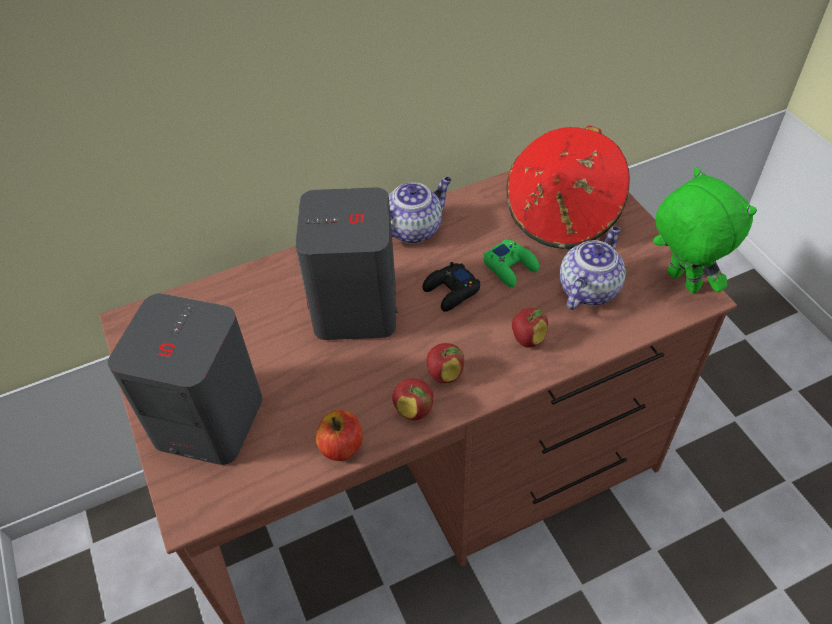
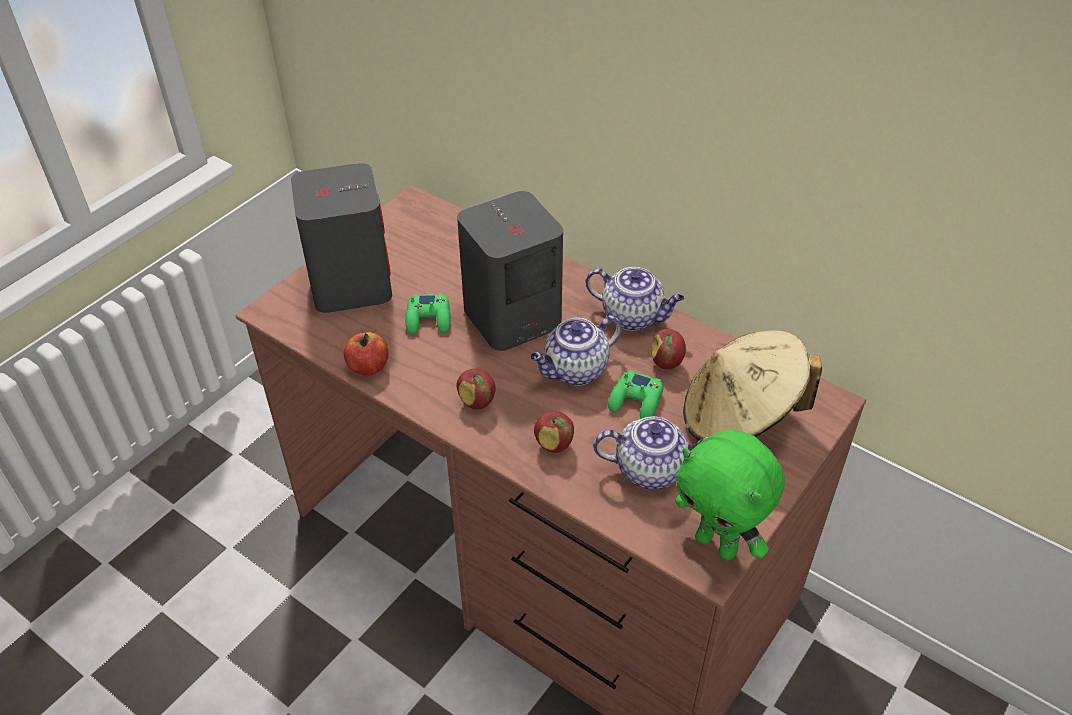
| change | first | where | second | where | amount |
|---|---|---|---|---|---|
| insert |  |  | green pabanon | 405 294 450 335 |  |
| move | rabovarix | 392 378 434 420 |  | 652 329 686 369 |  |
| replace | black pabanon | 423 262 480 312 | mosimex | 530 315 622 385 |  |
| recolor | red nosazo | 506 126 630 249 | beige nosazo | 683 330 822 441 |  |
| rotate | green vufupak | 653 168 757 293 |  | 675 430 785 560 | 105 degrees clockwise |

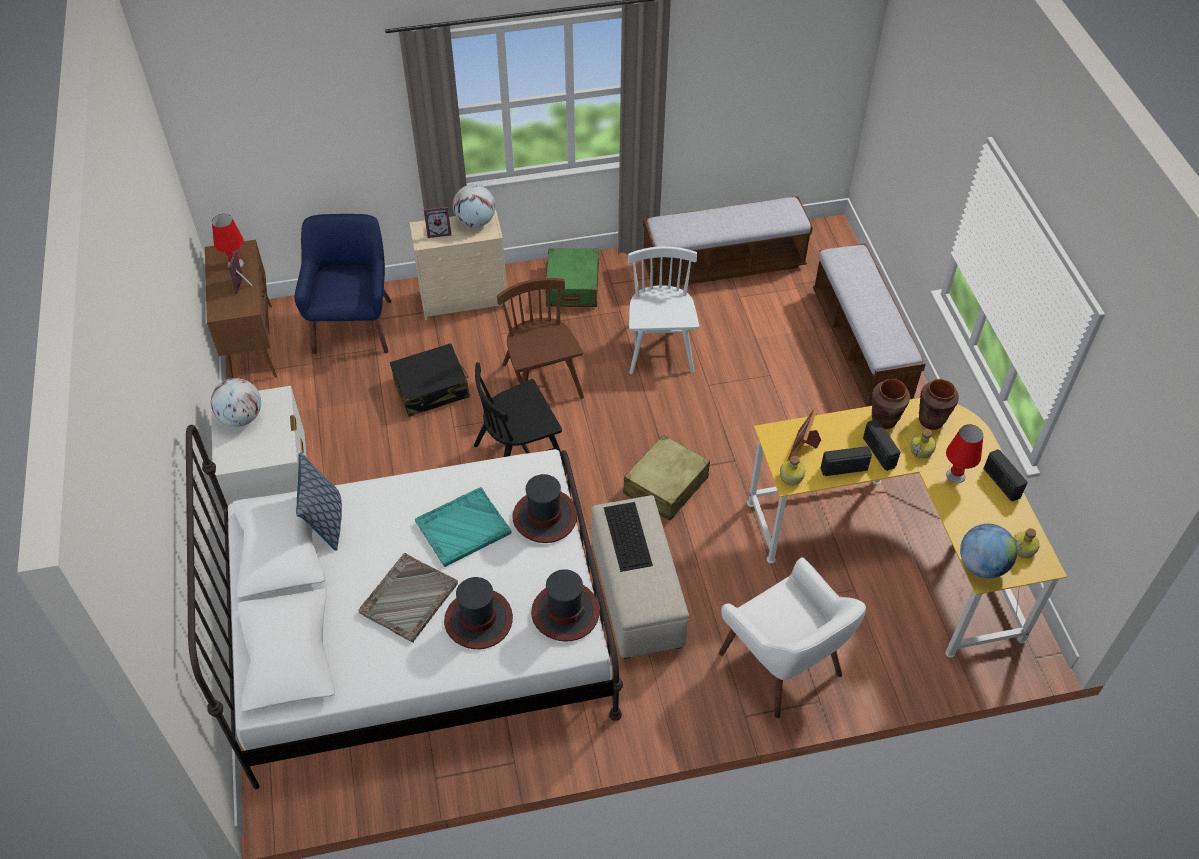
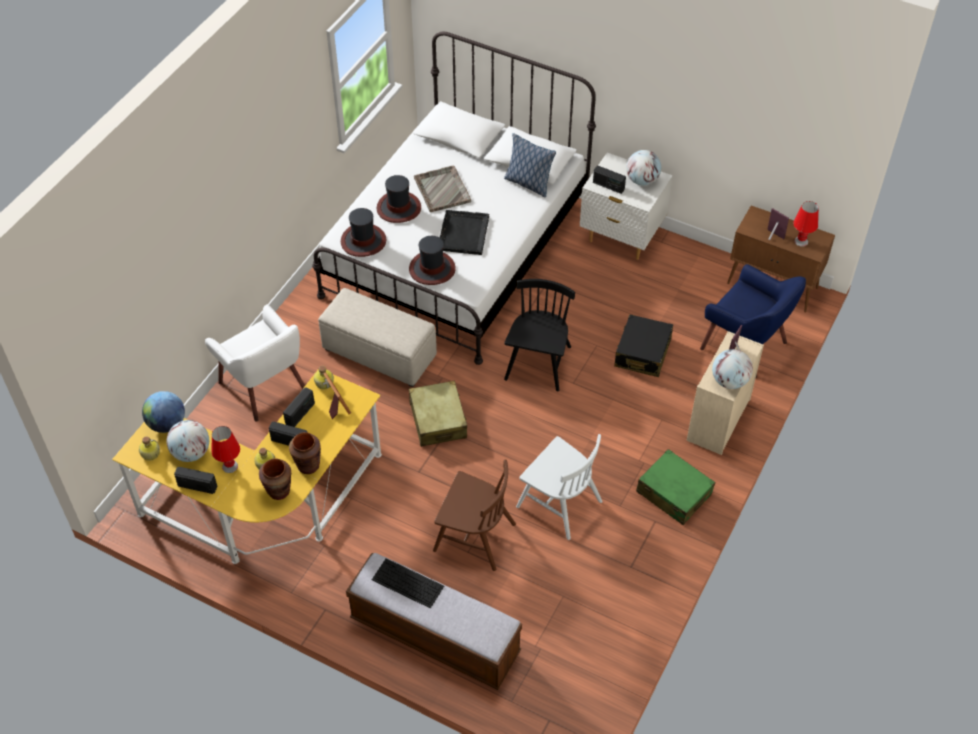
| change | first | where | second | where | amount |
|---|---|---|---|---|---|
| delete | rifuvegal | 643 196 813 287 |  |  |  |
| insert |  |  | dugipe | 167 420 209 462 |  |
| insert |  |  | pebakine | 593 166 626 194 |  |
| move | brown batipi | 497 278 584 399 |  | 433 460 516 571 |  |
| move | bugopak | 604 502 653 572 |  | 372 558 444 609 |  |
| recolor | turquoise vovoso | 415 487 511 567 | black vovoso | 440 210 489 255 |  |
| rotate | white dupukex | 719 557 866 718 |  | 205 304 305 422 | 135 degrees counterclockwise |

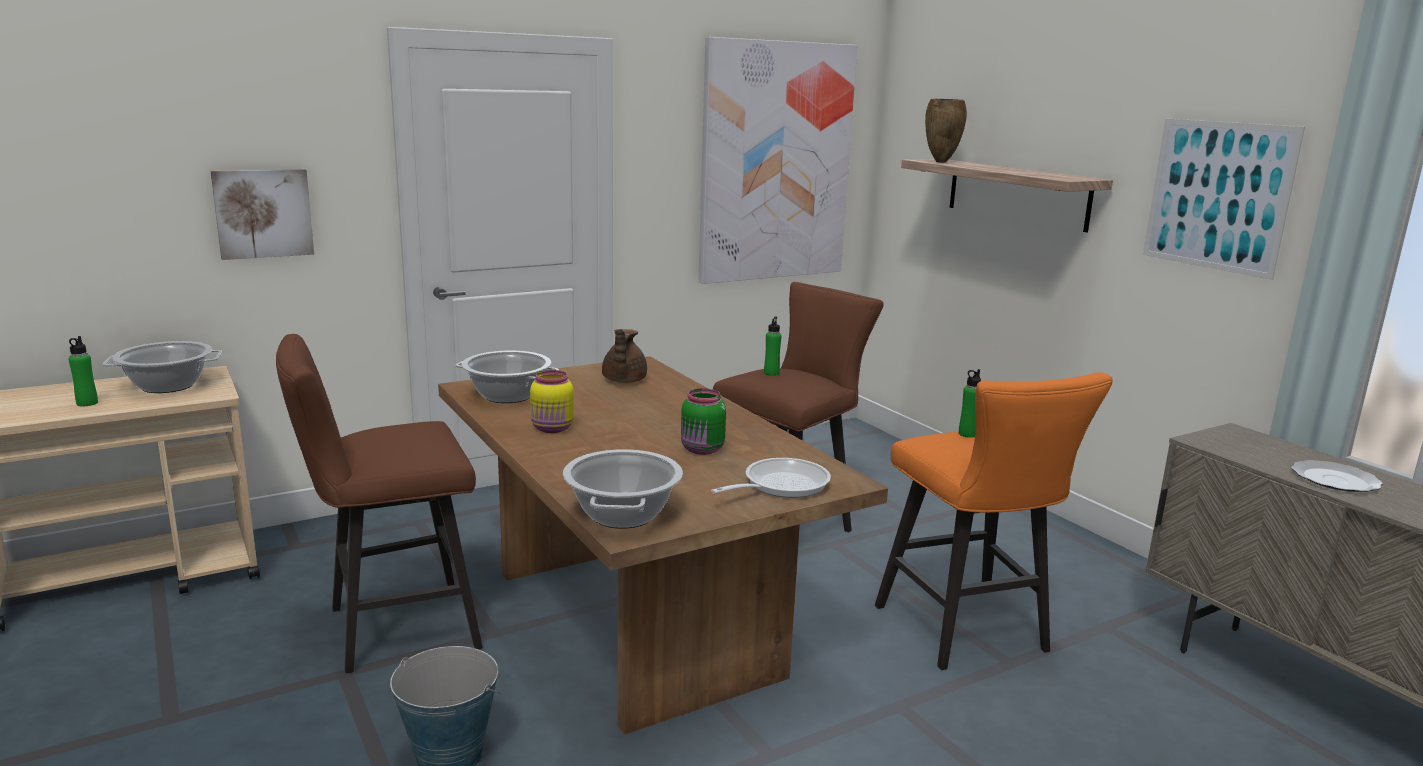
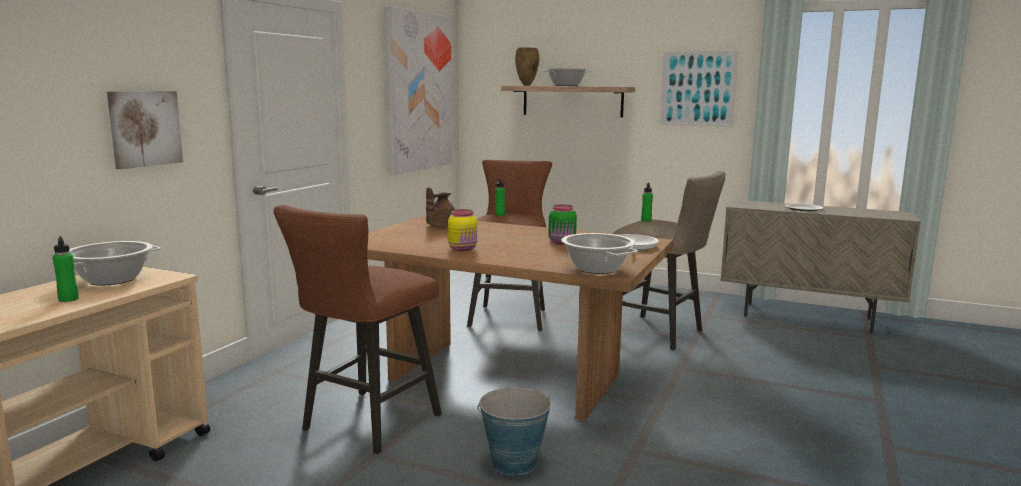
| change | first | where | second | where | amount |
|---|---|---|---|---|---|
| move | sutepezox | 455 351 559 403 |  | 542 68 592 86 |  |
| recolor | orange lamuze | 875 372 1113 670 | beige lamuze | 613 171 726 350 |  |
| rotate | brown mosimex | 602 329 647 383 |  | 426 187 455 227 | 60 degrees clockwise |

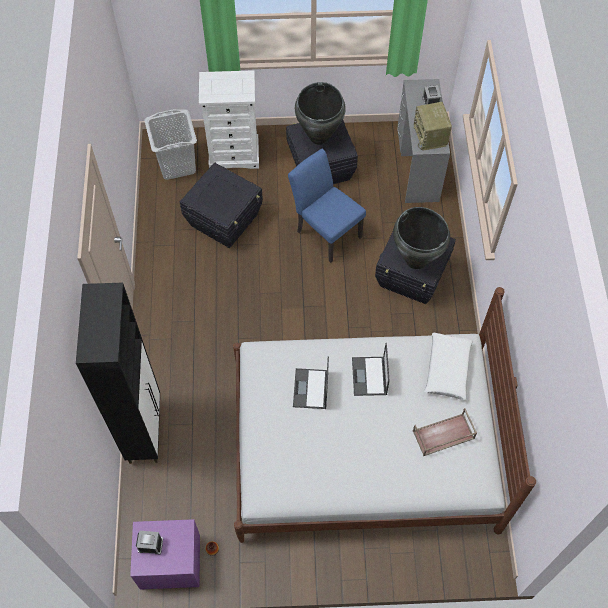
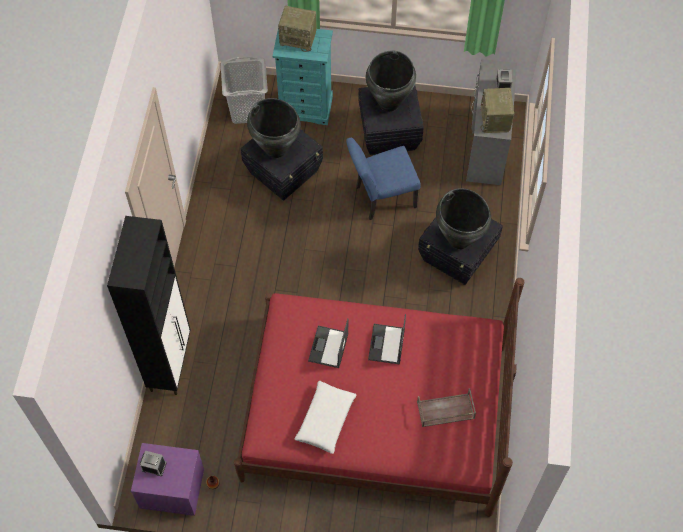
| change | first | where | second | where | amount |
|---|---|---|---|---|---|
| insert |  |  | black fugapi | 247 98 301 158 |  |
| insert |  |  | pebakine | 278 6 317 52 |  |
| move | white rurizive | 424 332 473 400 |  | 294 381 357 454 |  |
| recolor | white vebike | 199 70 259 169 | turquoise vebike | 272 29 333 125 |  |
| recolor | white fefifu | 233 287 536 543 | red fefifu | 234 278 524 517 |  |
| rotate | blue batipi | 288 149 366 263 |  | 346 138 421 220 | 75 degrees counterclockwise |

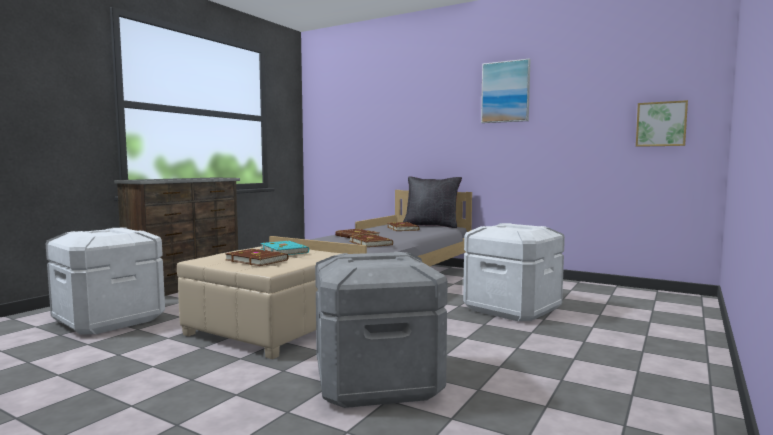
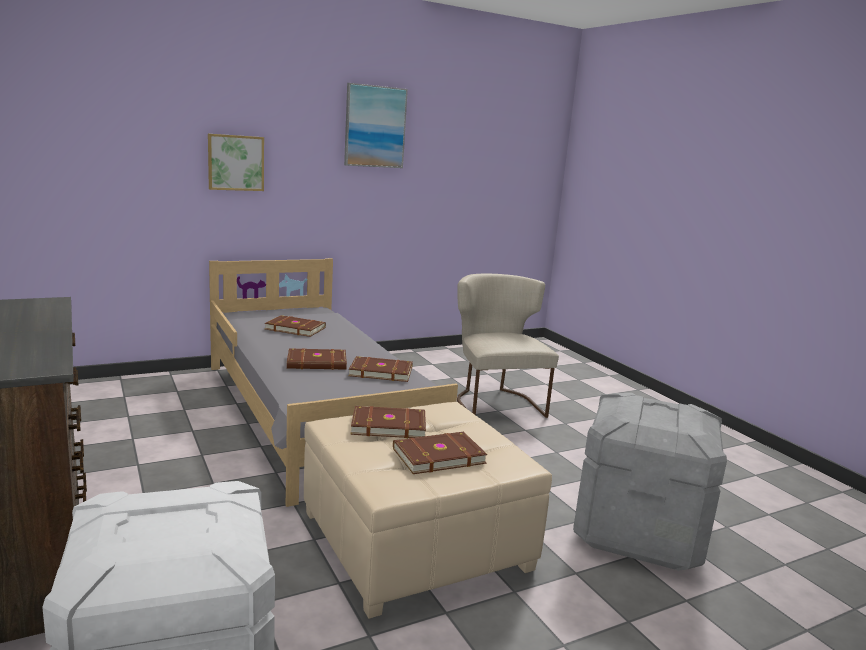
| change | first | where | second | where | amount |
|---|---|---|---|---|---|
| delete | black rurizive | 403 176 462 228 |  |  |  |
| move | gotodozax | 636 100 688 147 |  | 208 134 264 191 |  |
| replace | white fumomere | 463 223 565 321 | beige batipi | 457 274 559 418 |  |
| recolor | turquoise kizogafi | 260 241 309 255 | brown kizogafi | 350 406 426 438 |  |

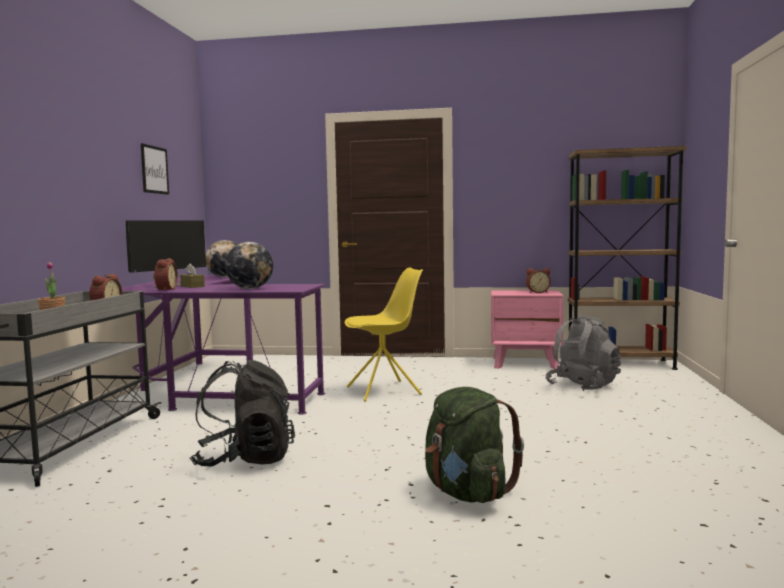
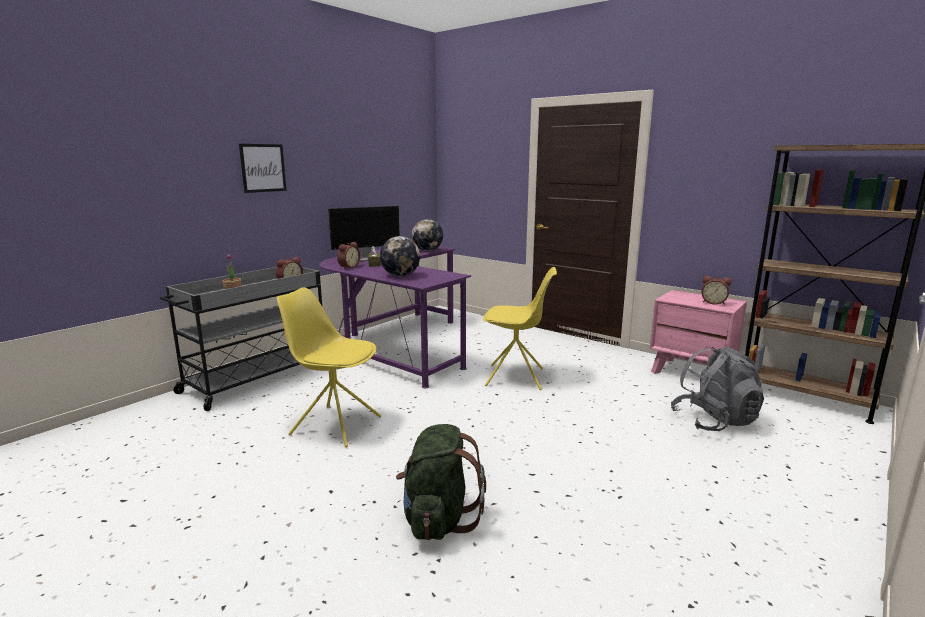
| change | first | where | second | where | amount |
|---|---|---|---|---|---|
| move | gotodozax | 141 143 169 195 |  | 239 144 286 193 |  |
| replace | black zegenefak | 190 360 295 467 | yellow batipi | 277 287 381 447 |  |

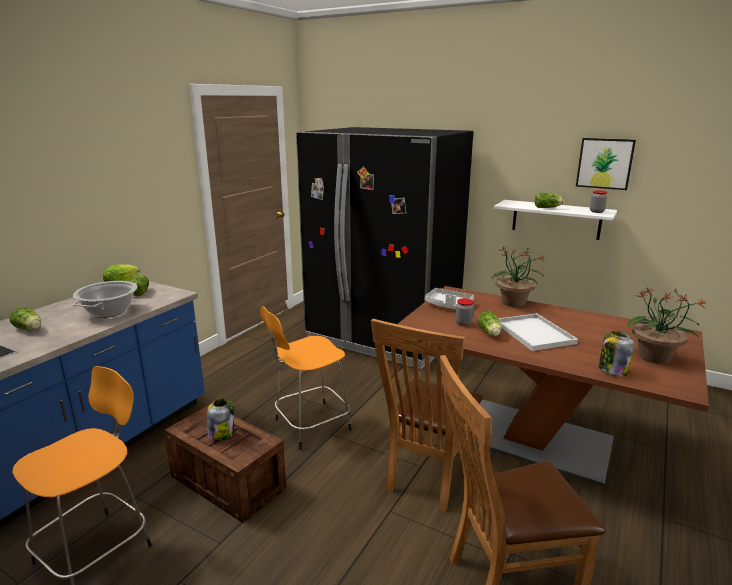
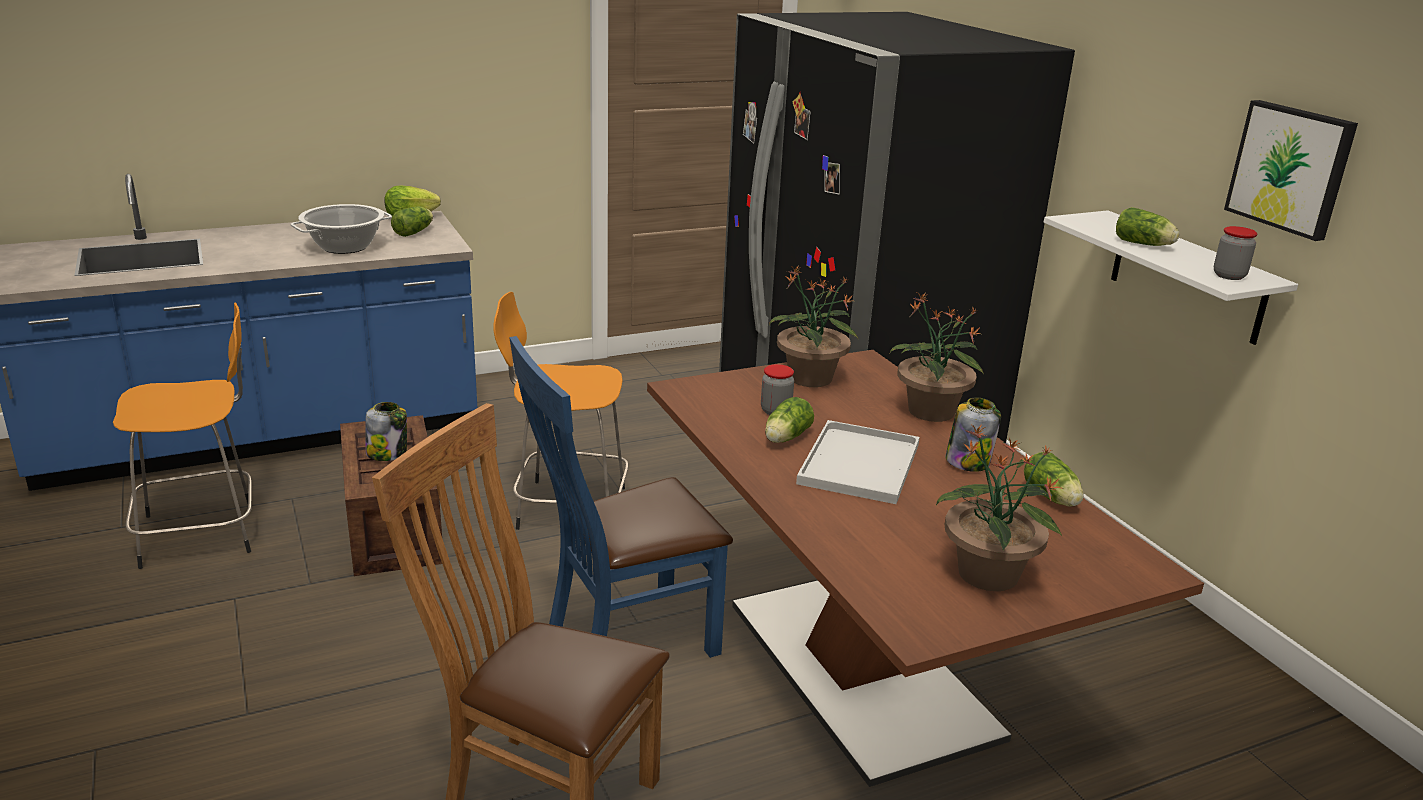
| change | first | where | second | where | amount |
|---|---|---|---|---|---|
| move | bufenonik | 9 307 41 331 |  | 1024 452 1083 506 |  |
| move | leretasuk | 598 331 634 376 |  | 945 398 1001 472 |  |
| replace | grey vovoso | 425 288 474 309 | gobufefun | 769 266 858 387 |  |
| recolor | brown batipi | 371 319 483 512 | blue batipi | 509 336 733 658 |  |

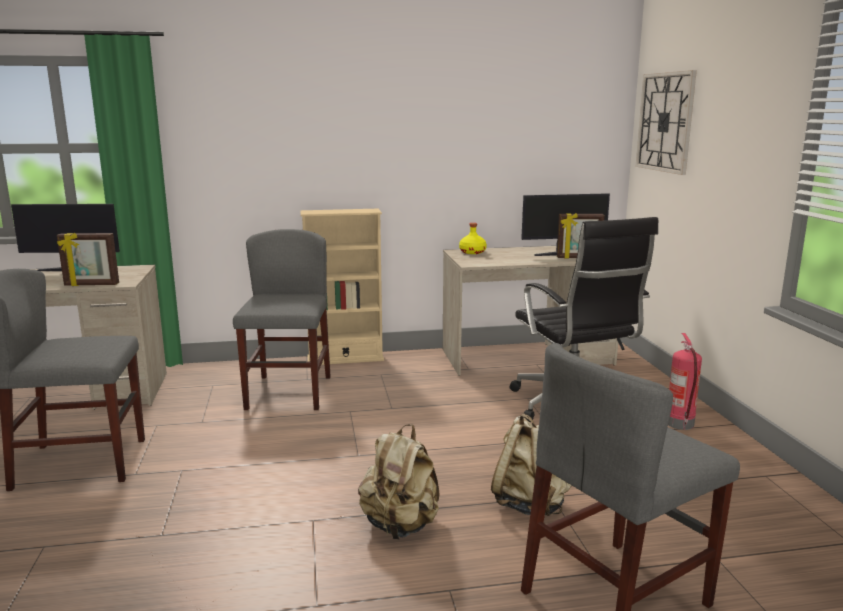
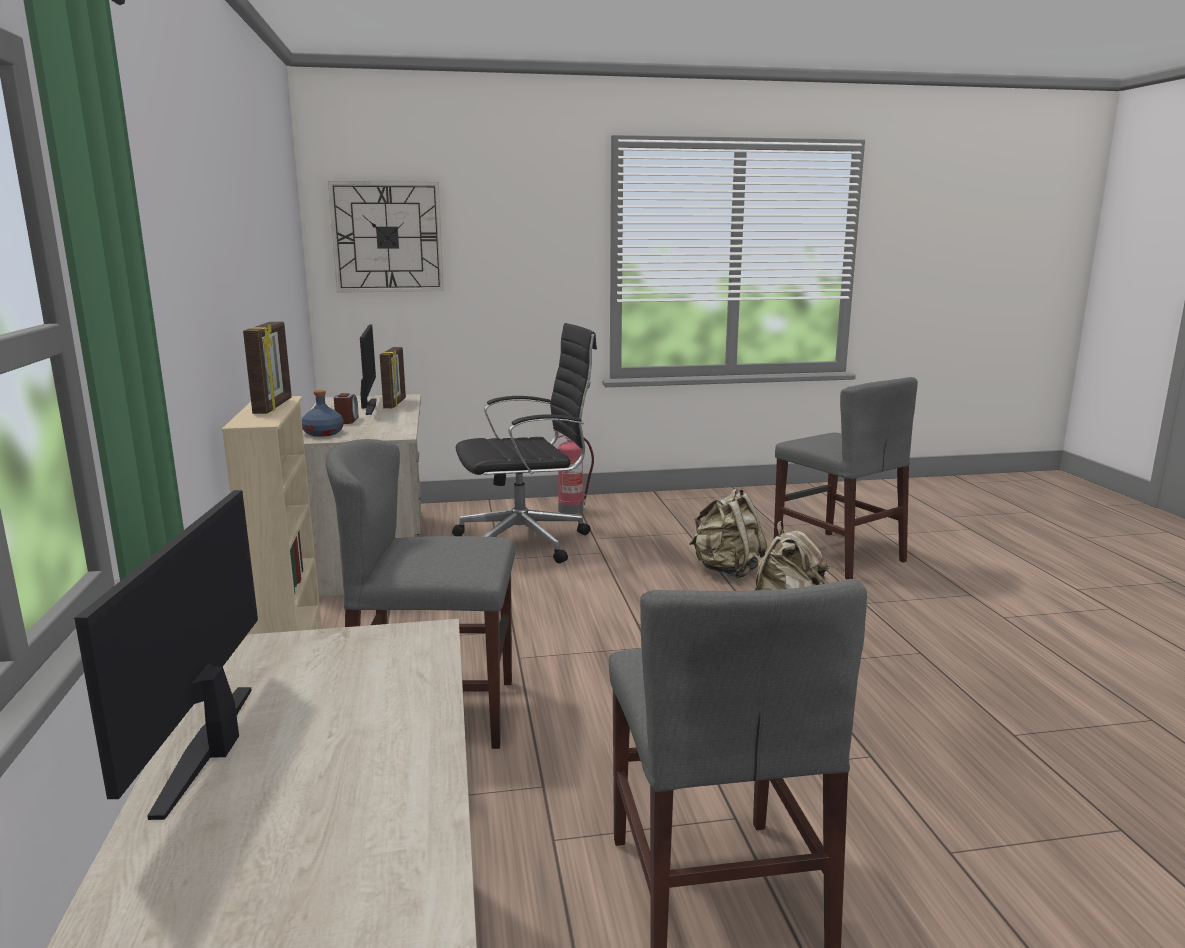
| change | first | where | second | where | amount |
|---|---|---|---|---|---|
| insert |  |  | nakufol | 334 393 359 424 |  |
| move | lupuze | 57 233 119 286 |  | 243 322 292 414 |  |
| recolor | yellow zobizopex | 459 223 487 254 | blue zobizopex | 302 390 344 437 |  |

